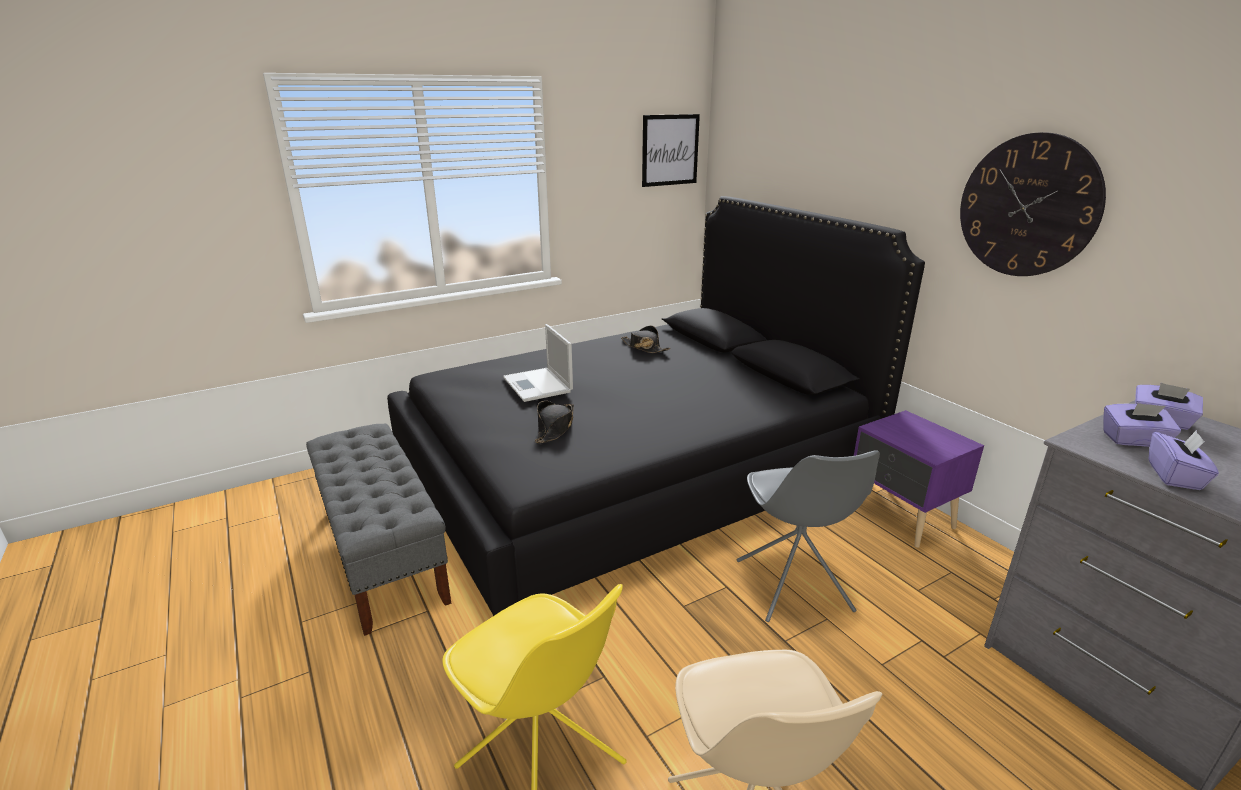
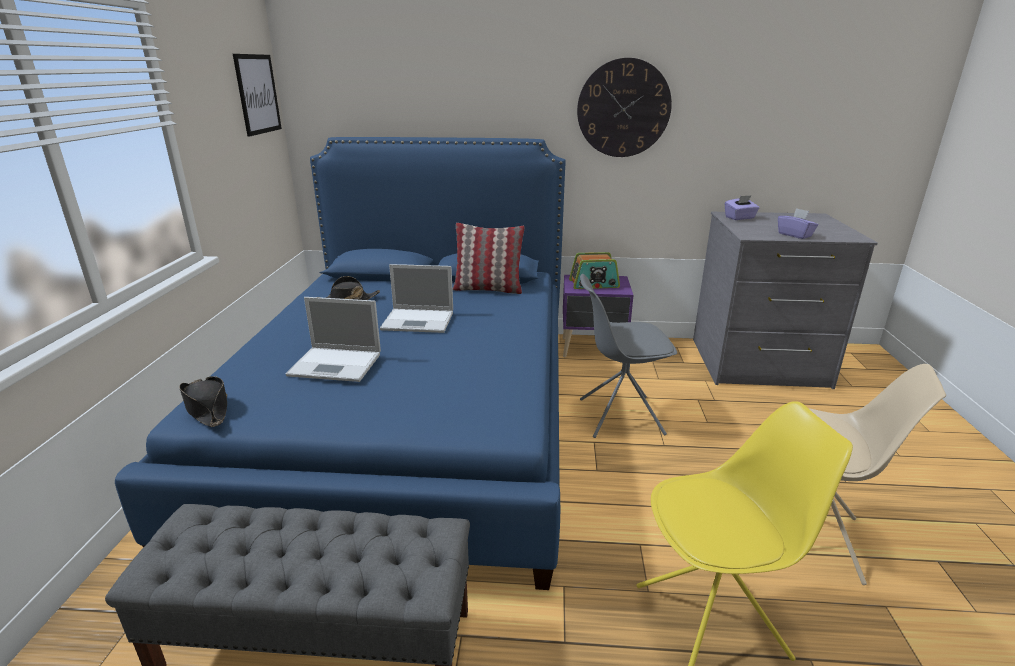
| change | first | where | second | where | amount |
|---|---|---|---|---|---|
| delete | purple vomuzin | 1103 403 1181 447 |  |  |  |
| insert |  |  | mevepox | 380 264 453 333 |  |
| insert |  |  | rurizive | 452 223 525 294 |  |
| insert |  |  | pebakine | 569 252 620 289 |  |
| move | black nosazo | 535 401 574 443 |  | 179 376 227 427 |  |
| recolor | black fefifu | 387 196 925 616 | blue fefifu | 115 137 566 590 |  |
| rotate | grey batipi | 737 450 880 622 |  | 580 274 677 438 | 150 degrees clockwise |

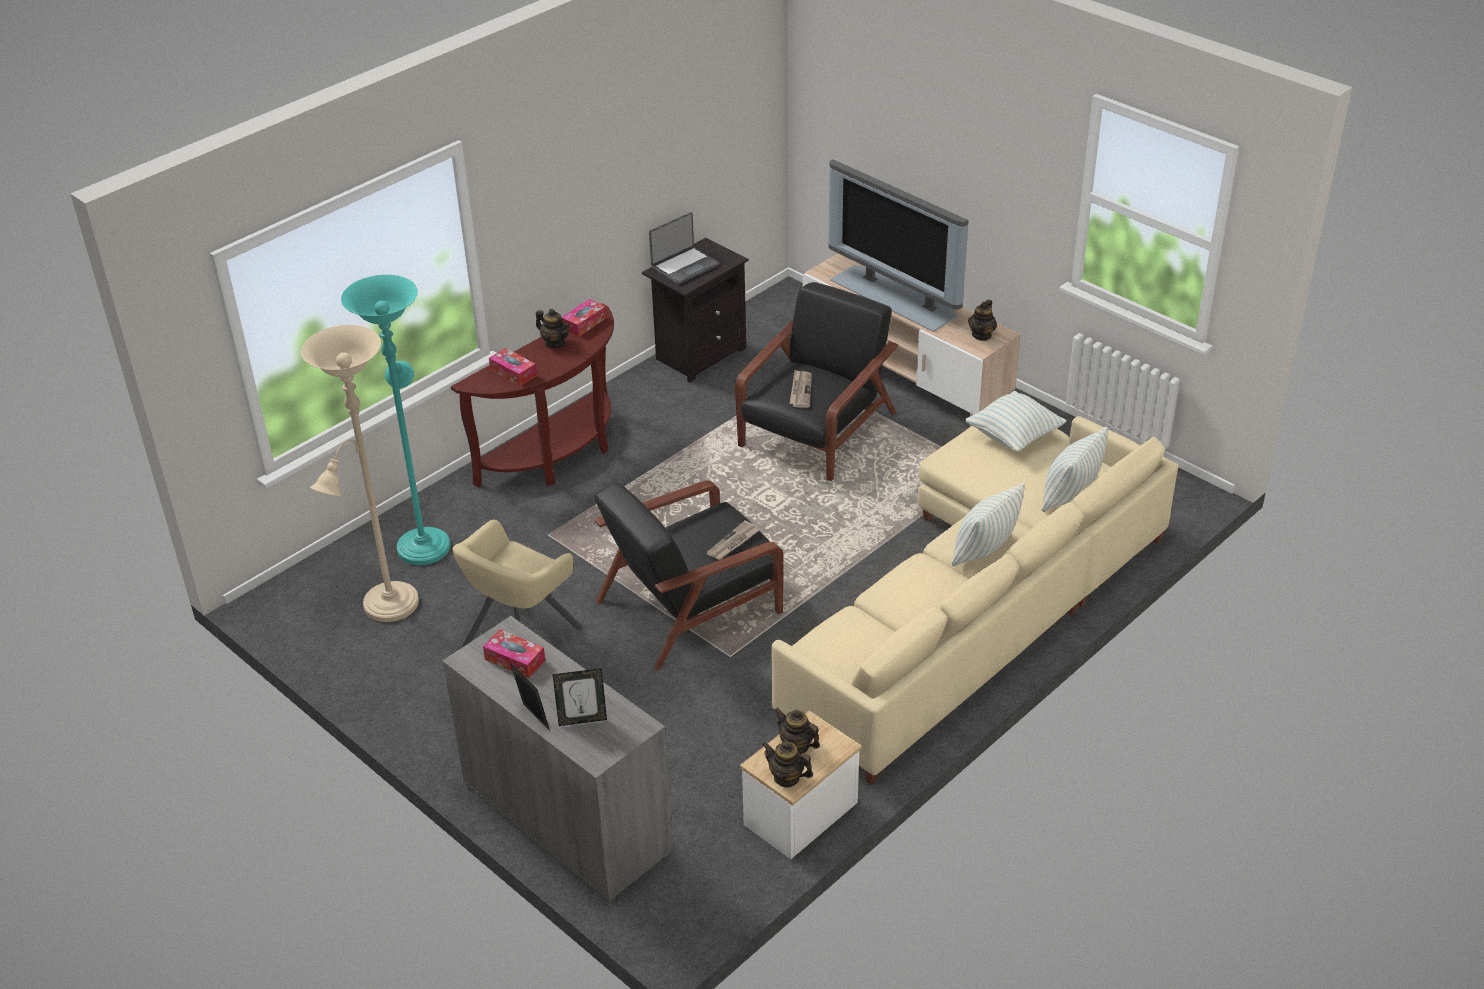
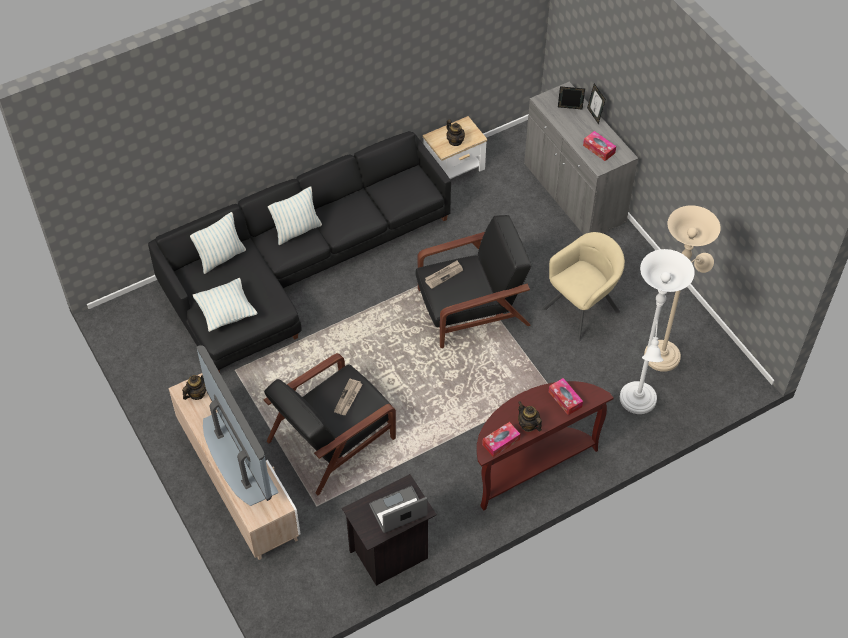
| change | first | where | second | where | amount |
|---|---|---|---|---|---|
| delete | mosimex | 762 741 813 788 |  |  |  |
| recolor | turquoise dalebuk | 341 275 450 565 | white dalebuk | 620 249 695 414 |  |
| recolor | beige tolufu | 771 416 1179 785 | black tolufu | 148 131 451 373 |  |

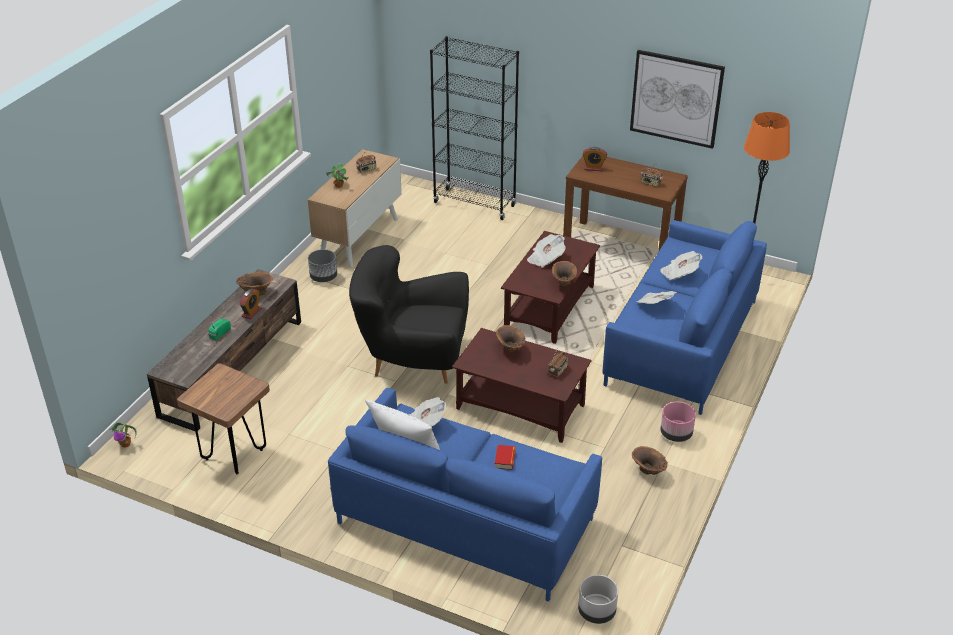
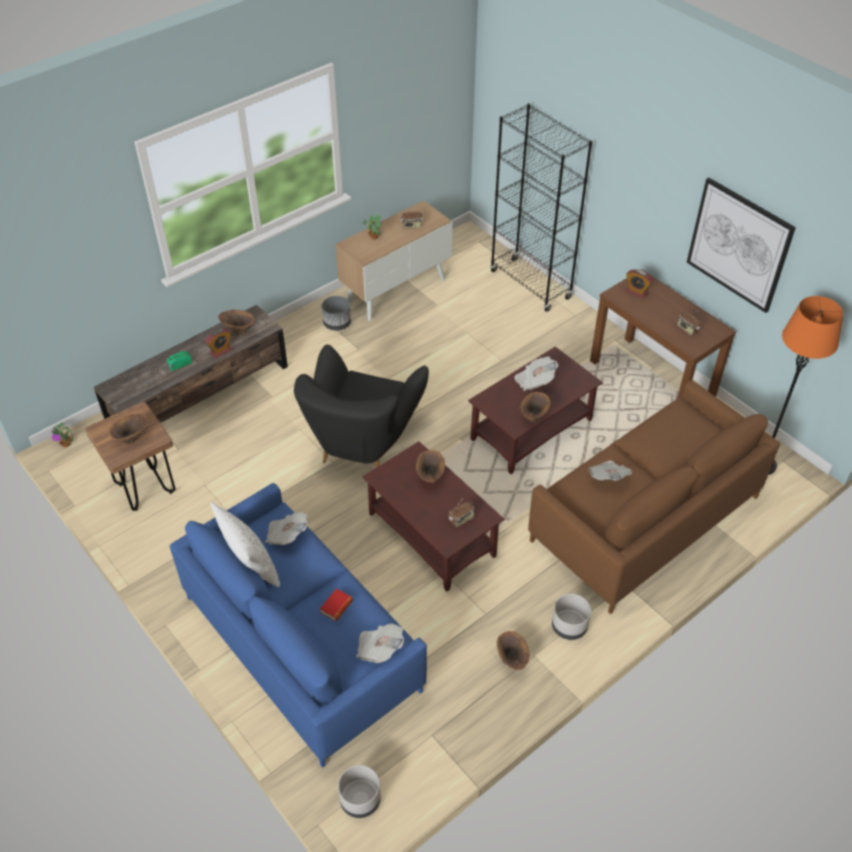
| change | first | where | second | where | amount |
|---|---|---|---|---|---|
| insert |  |  | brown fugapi | 109 413 149 445 |  |
| move | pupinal | 660 251 702 281 |  | 356 623 404 663 |  |
| recolor | blue tolufu | 602 220 767 415 | brown tolufu | 528 380 780 614 |  |
| recolor | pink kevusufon | 660 402 696 442 | grey kevusufon | 552 594 591 640 |  |
| rotate | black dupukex | 349 245 469 384 |  | 294 344 429 468 | 105 degrees counterclockwise |

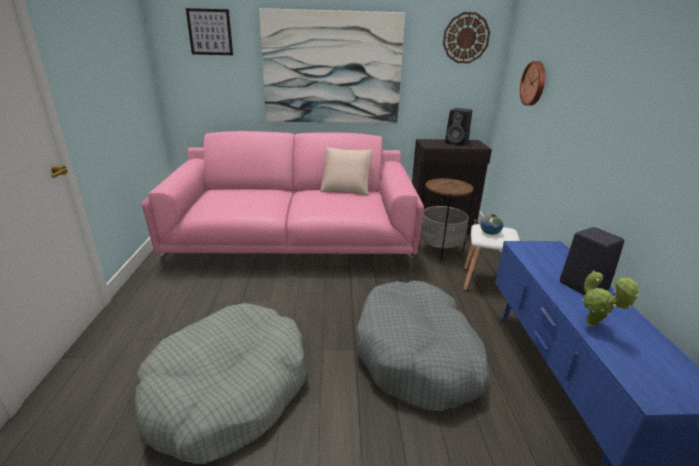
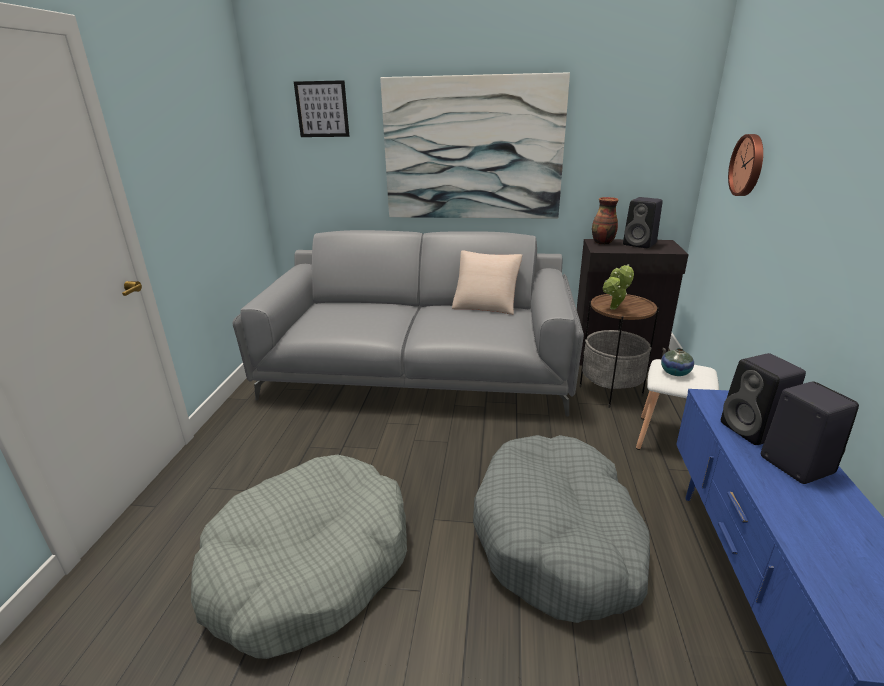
| change | first | where | second | where | amount |
|---|---|---|---|---|---|
| delete | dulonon | 443 12 490 63 |  |  |  |
| insert |  |  | fugapi | 592 197 619 244 |  |
| insert |  |  | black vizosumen | 721 353 806 445 |  |
| move | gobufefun | 582 271 639 327 |  | 603 264 634 310 |  |
| recolor | pink tolufu | 142 131 424 270 | grey tolufu | 233 230 584 417 |  |

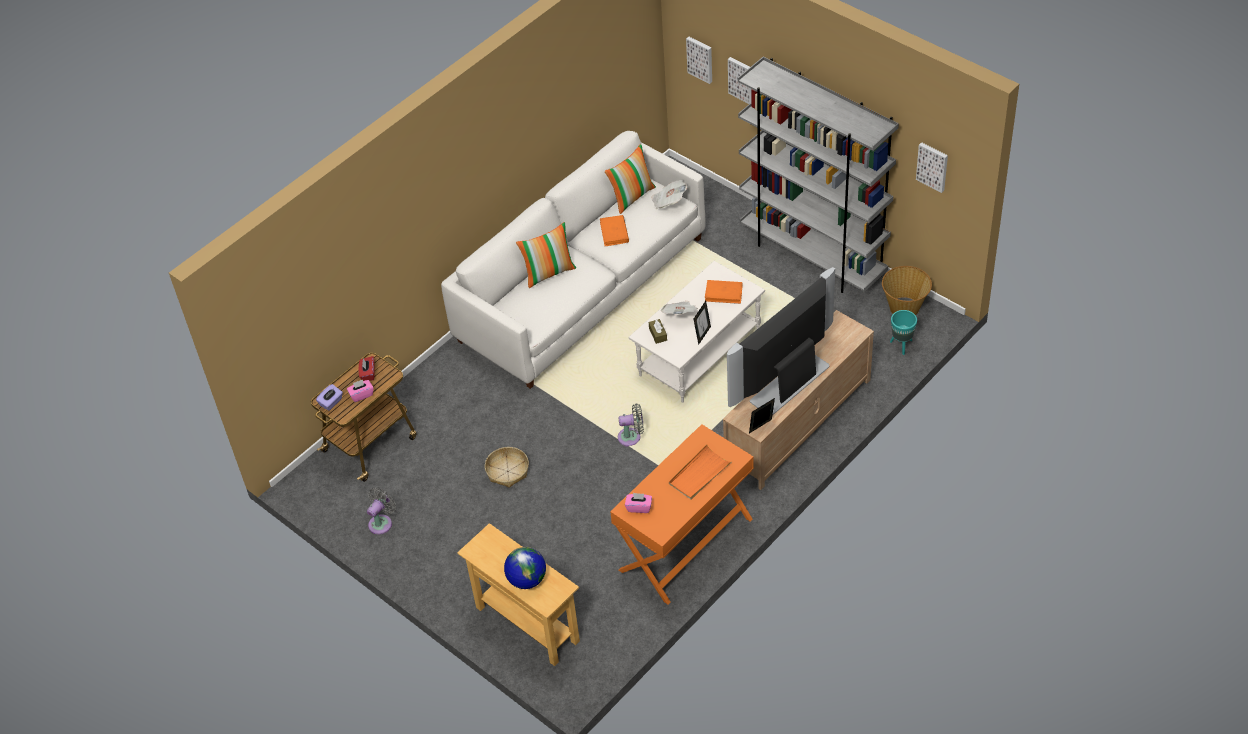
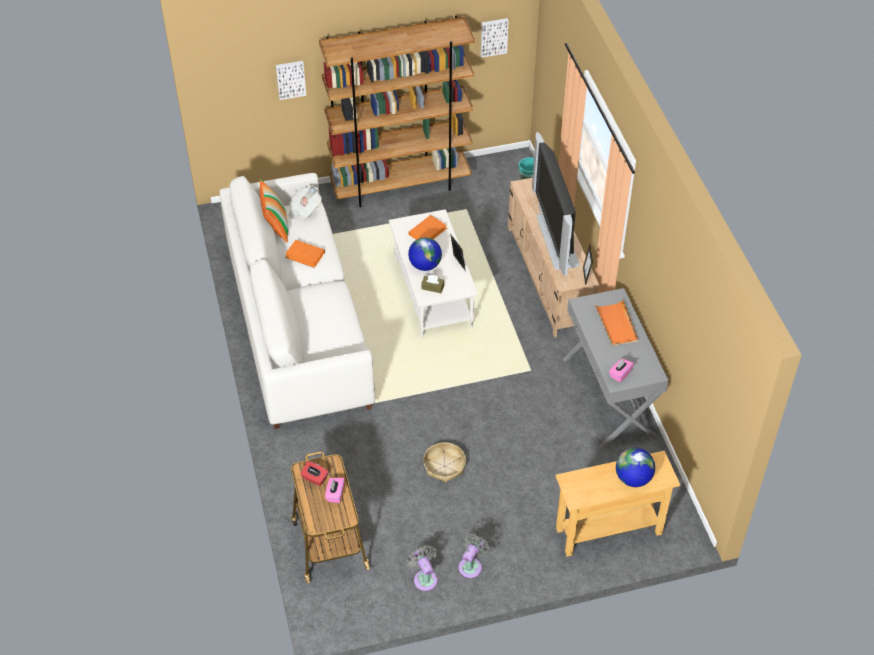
| change | first | where | second | where | amount |
|---|---|---|---|---|---|
| delete | purple vomuzin | 316 384 343 411 |  |  |  |
| delete | rurizive | 516 222 576 288 |  |  |  |
| delete | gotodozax | 686 37 712 84 |  |  |  |
| delete | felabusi | 882 266 932 315 |  |  |  |
| move | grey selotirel | 618 404 644 447 |  | 458 532 491 578 |  |
| replace | pupinal | 661 301 698 315 | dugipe | 408 237 442 271 |  |
| recolor | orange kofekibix | 610 424 754 605 | grey kofekibix | 563 288 669 448 |  |
| recolor | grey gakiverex | 738 57 899 293 | brown gakiverex | 319 16 475 207 |  |

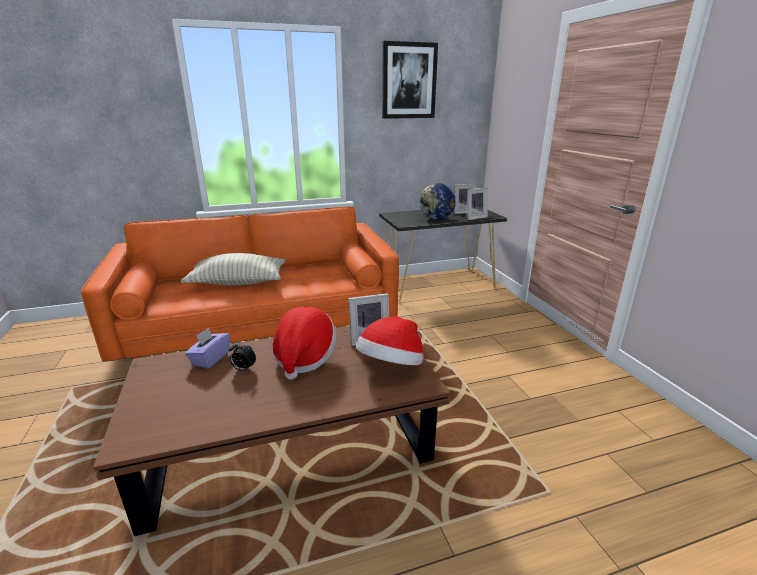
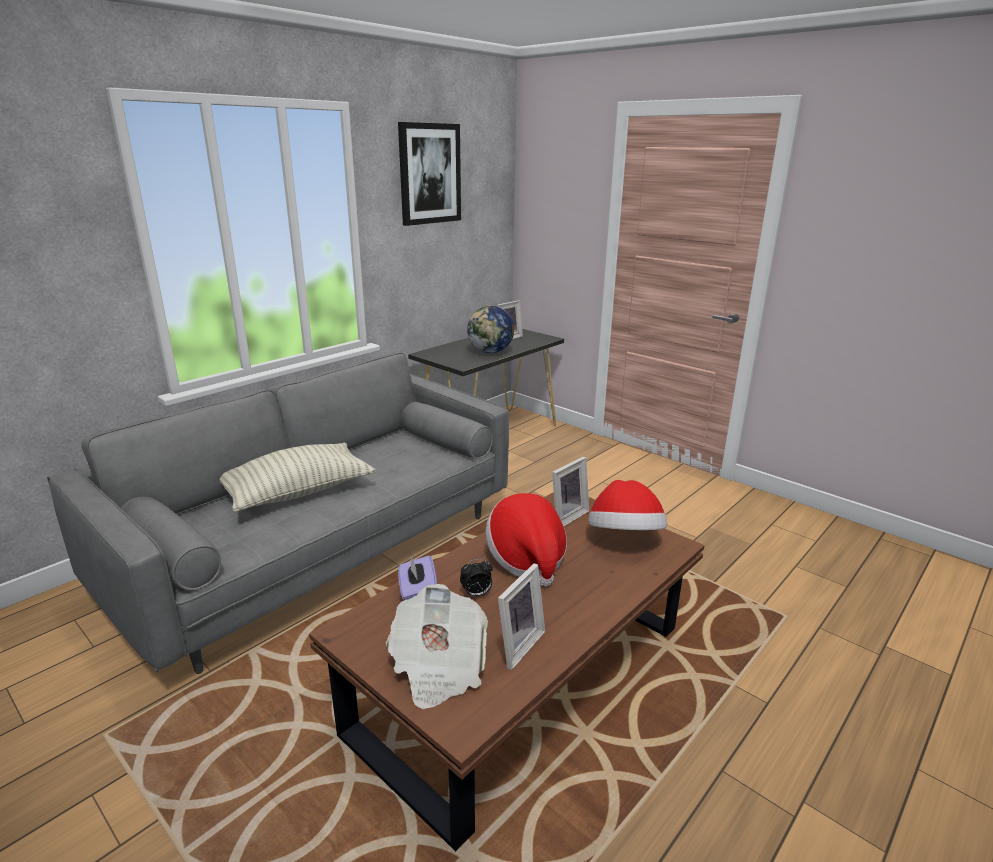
| change | first | where | second | where | amount |
|---|---|---|---|---|---|
| insert |  |  | pupinal | 386 584 488 709 |  |
| move | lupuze | 467 187 488 220 |  | 498 563 545 670 |  |
| recolor | orange tolufu | 81 206 399 362 | grey tolufu | 47 353 509 674 |  |

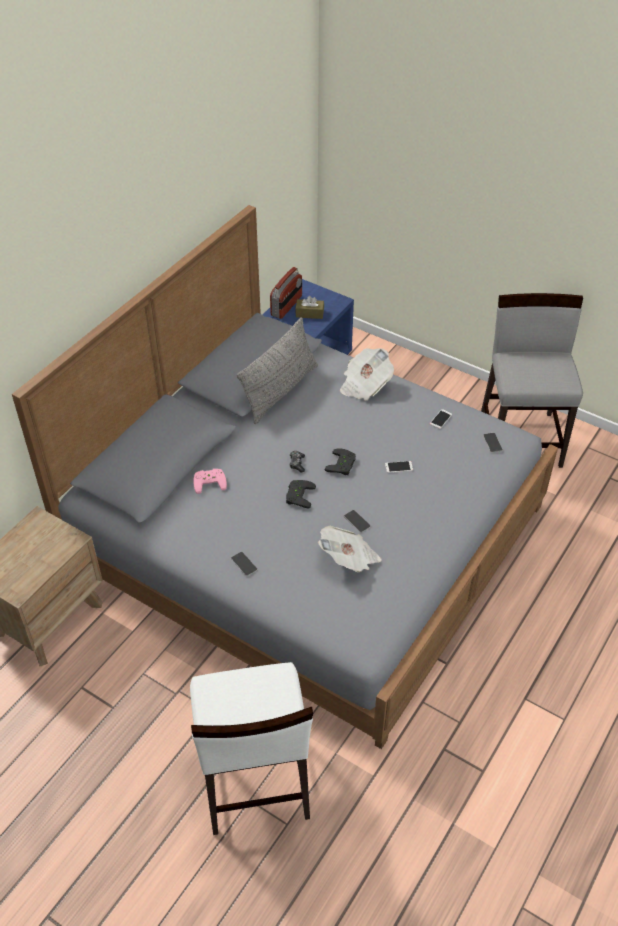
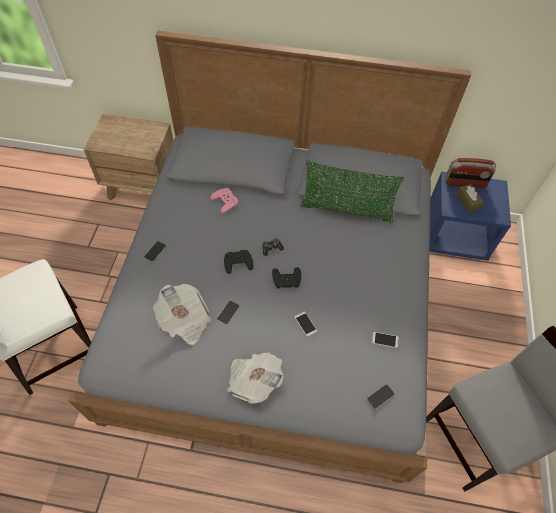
| change | first | where | second | where | amount |
|---|---|---|---|---|---|
| move | pupinal | 340 348 394 401 |  | 227 352 283 404 |  |
| recolor | grey rurizive | 237 317 318 424 | green rurizive | 300 161 404 223 |  |

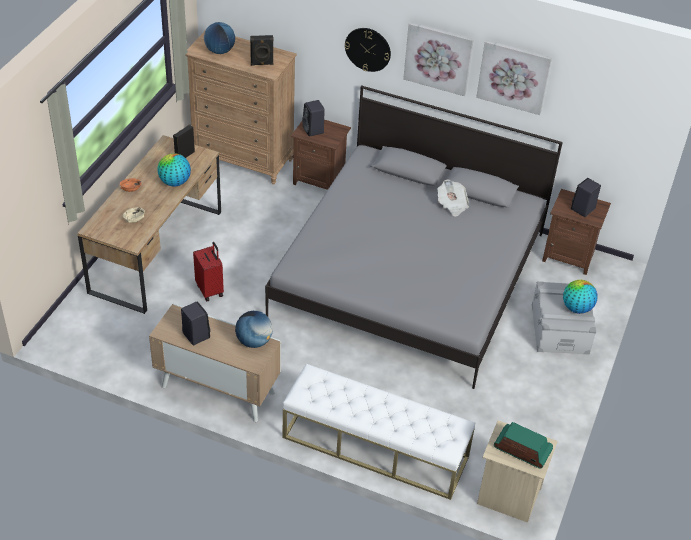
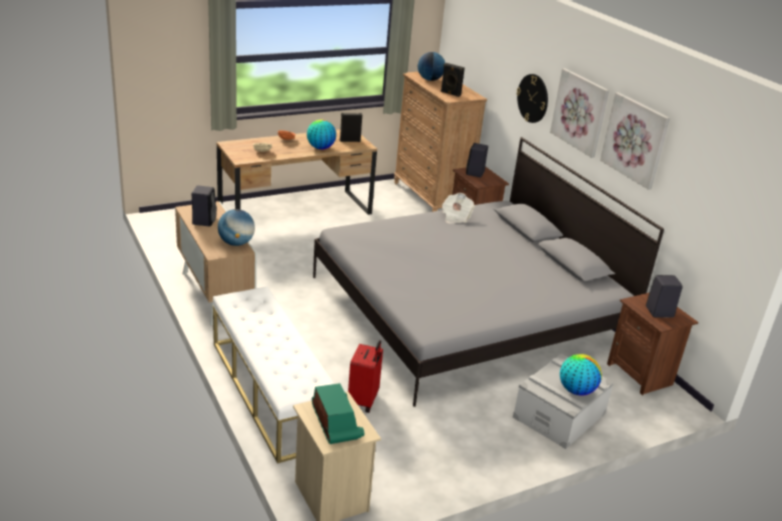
| change | first | where | second | where | amount |
|---|---|---|---|---|---|
| move | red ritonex | 193 242 224 301 |  | 348 340 383 413 |  |
| move | pupinal | 437 179 469 217 |  | 442 193 475 224 |  |

